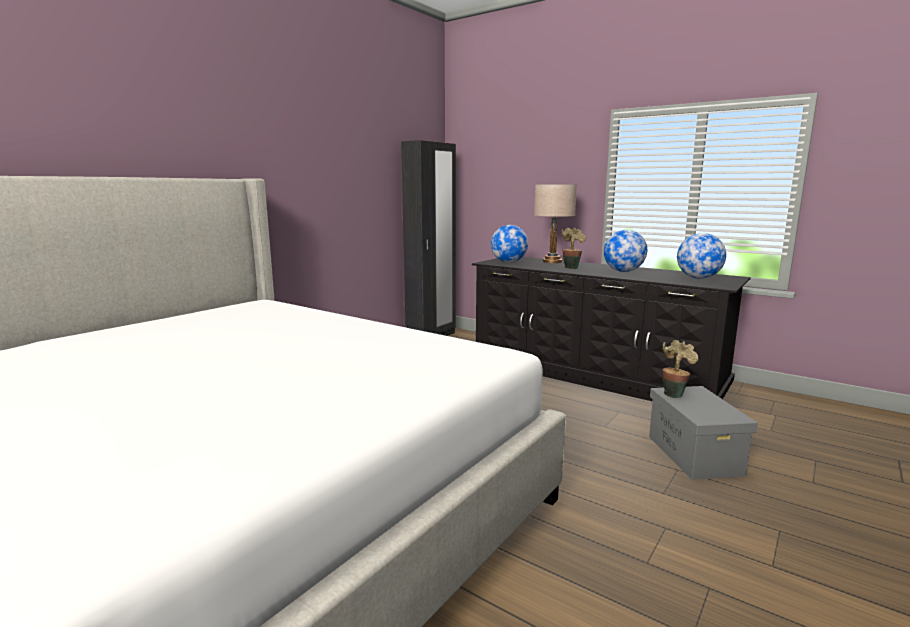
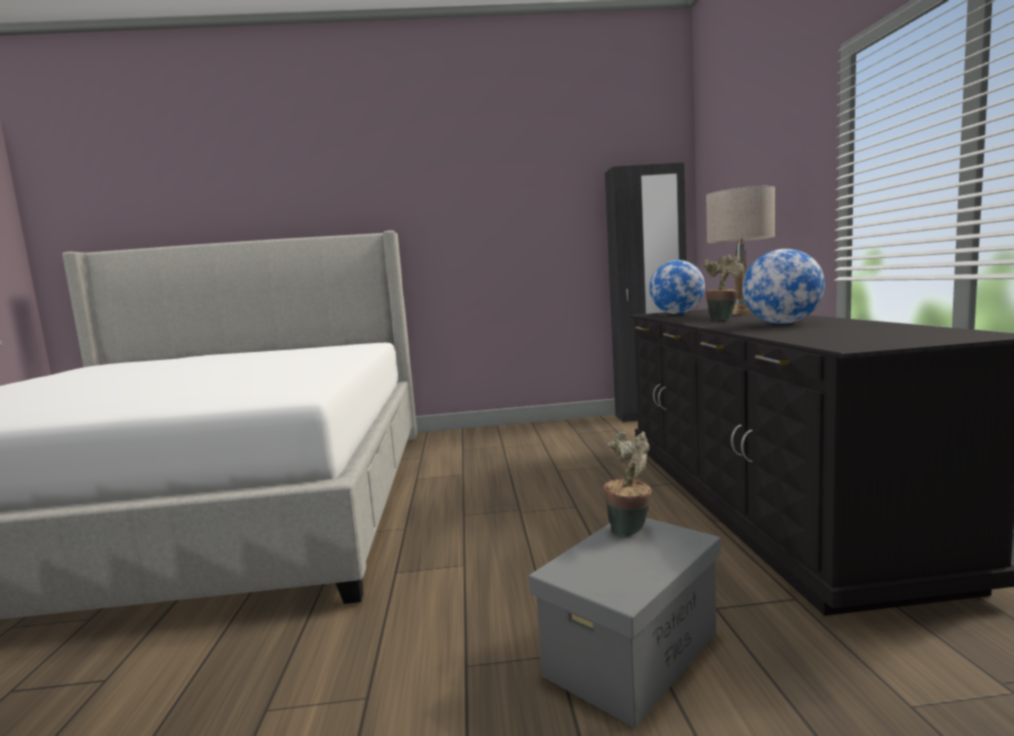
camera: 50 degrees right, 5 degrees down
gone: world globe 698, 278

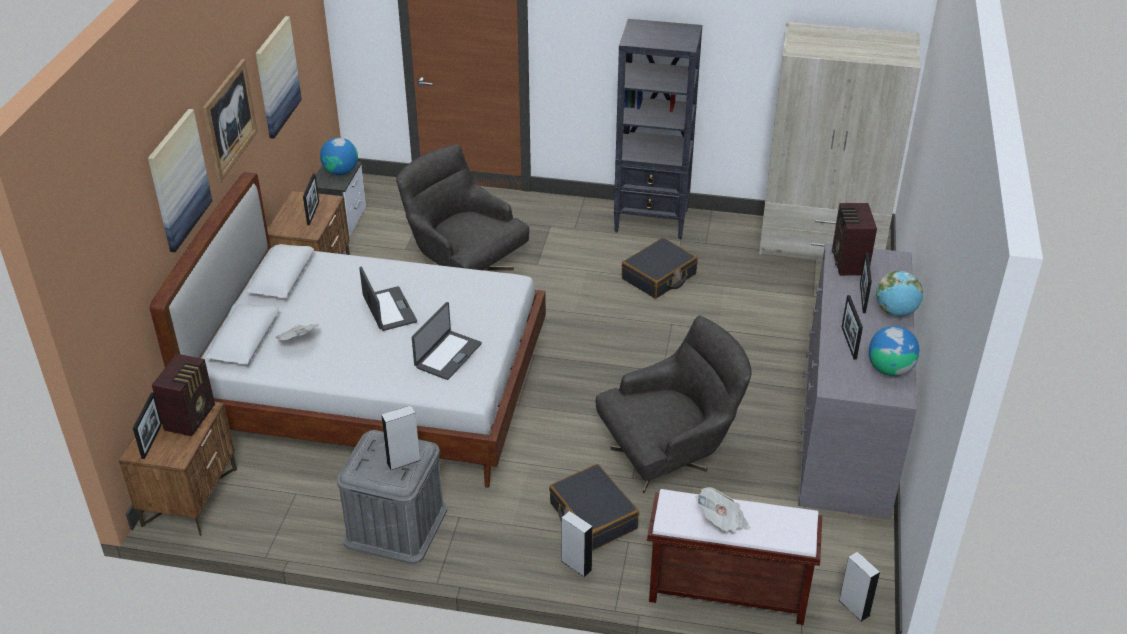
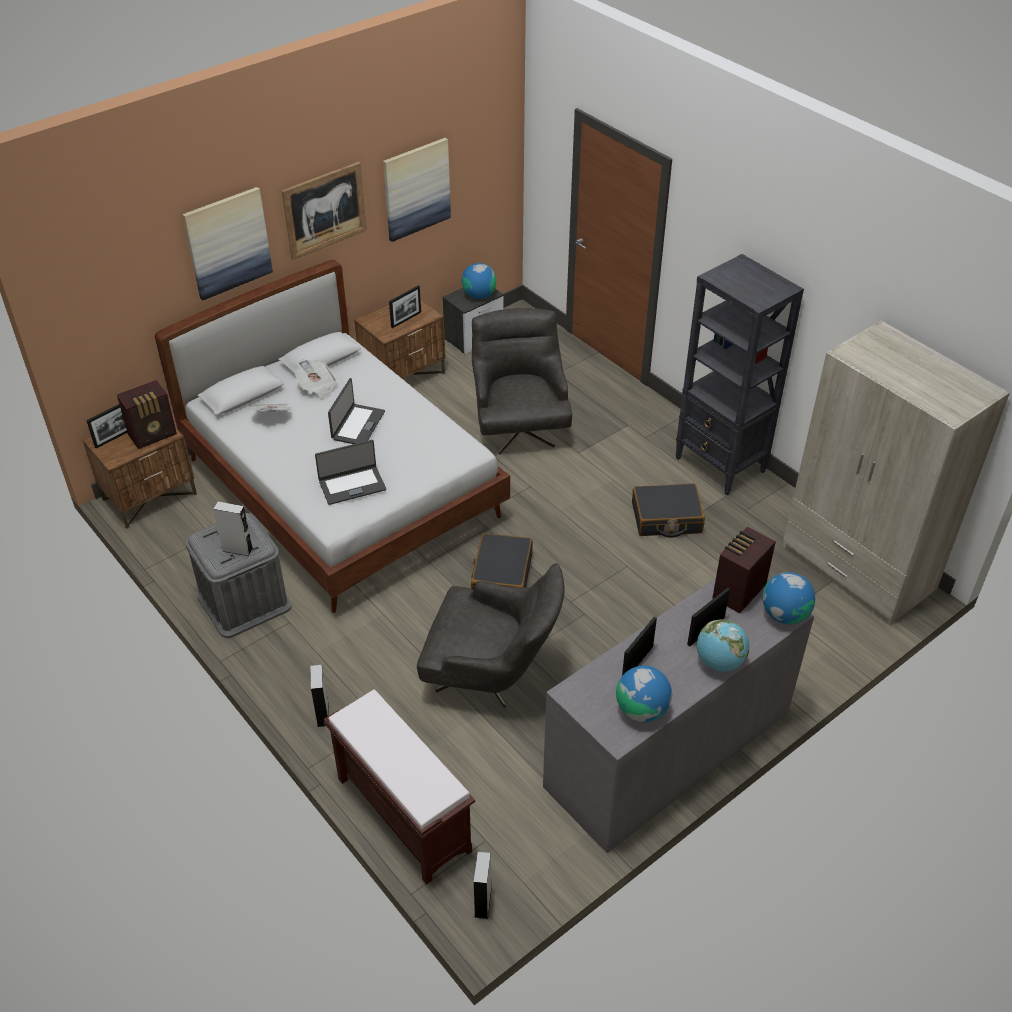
camera: 40 degrees right, 5 degrees up
new: world globe 784, 614
shifted: black suitcase 592, 516 to 501, 575; daily paper 722, 521 to 317, 388

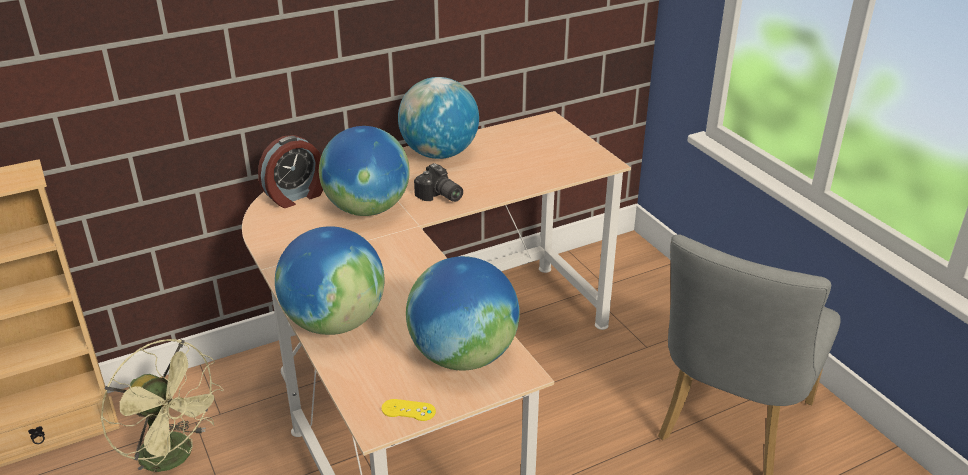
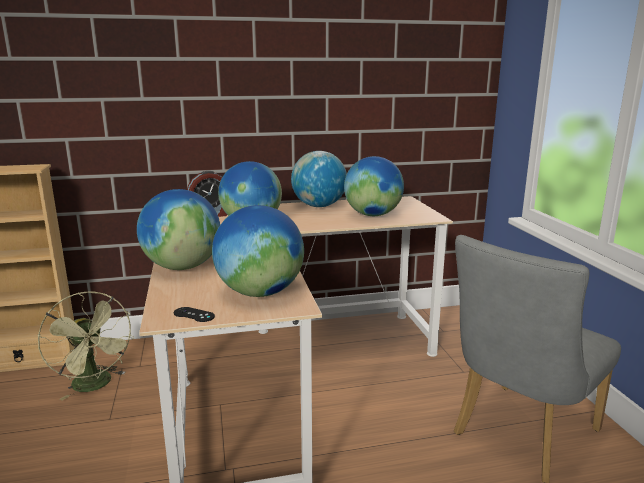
camera: 15 degrees right, 15 degrees down
gone: still camera 439, 196
new: world globe 372, 215
repainted: yellowish game controller 408, 410 to black game controller 194, 315

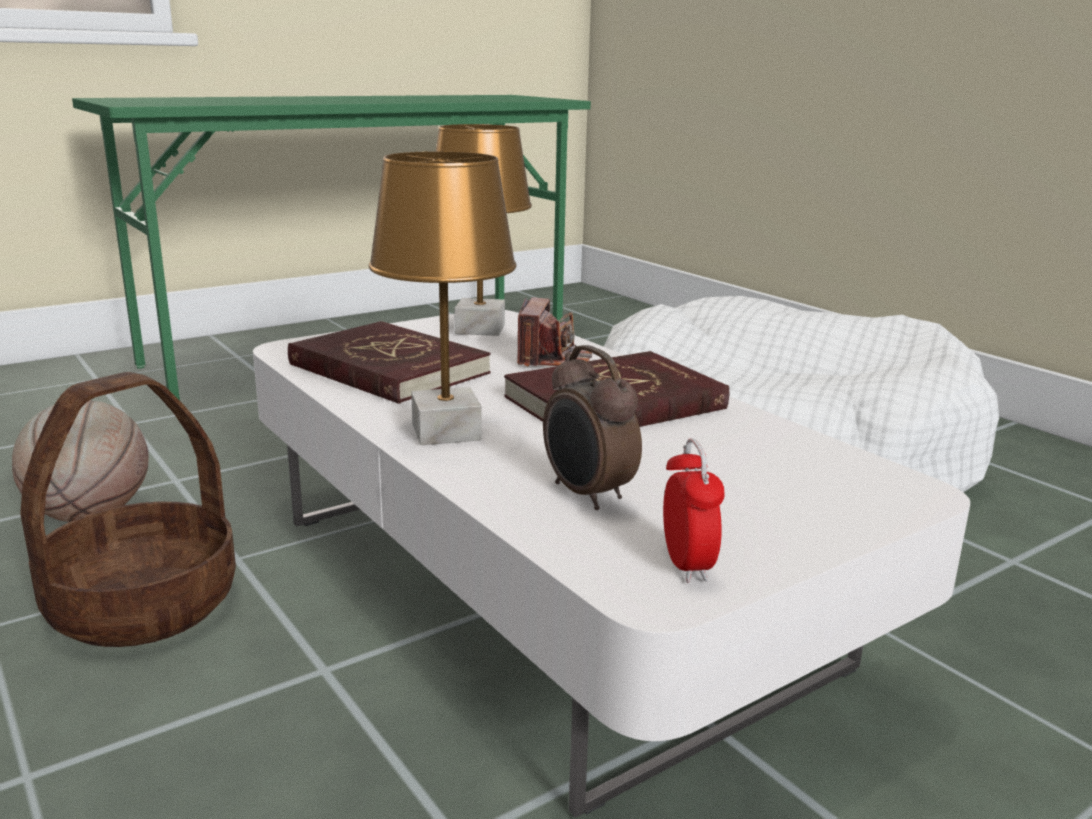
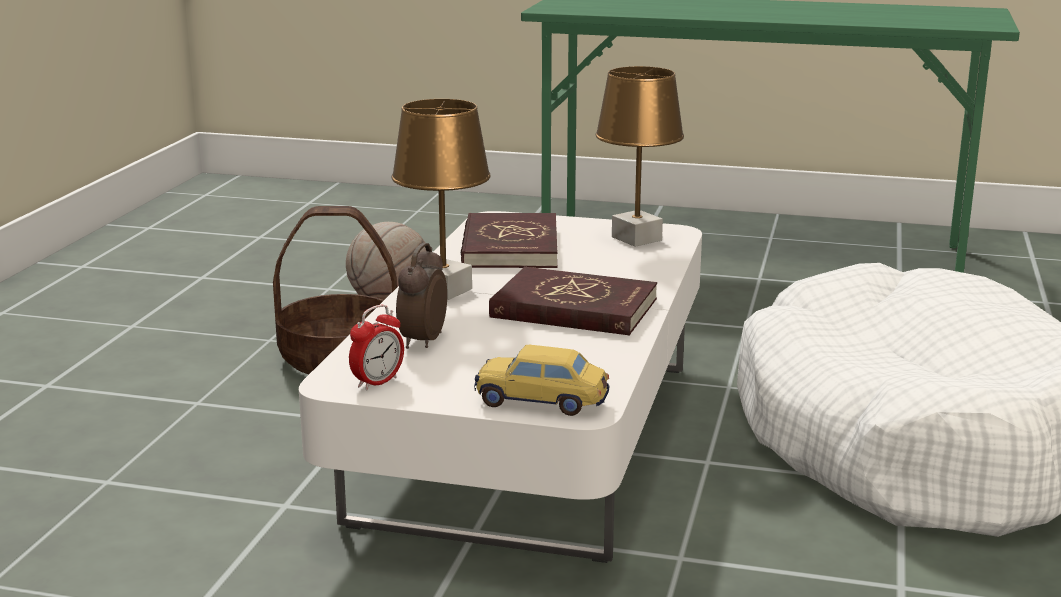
camera: 50 degrees right, 0 degrees up
gone: still camera 554, 359
new: miniature car 541, 402

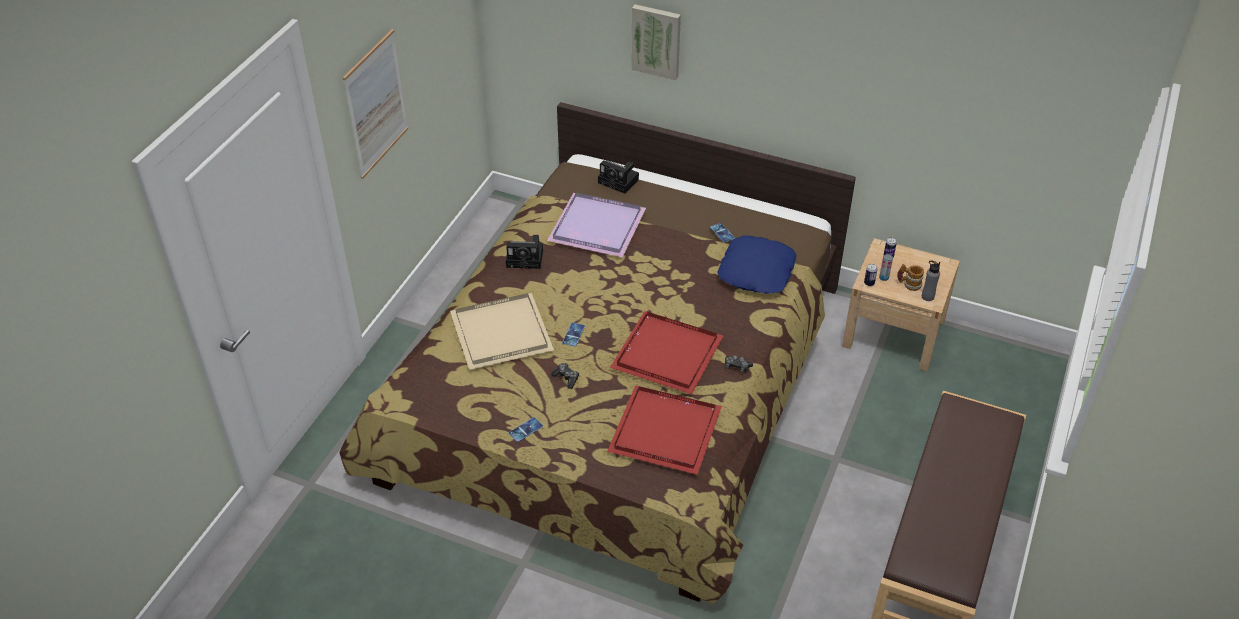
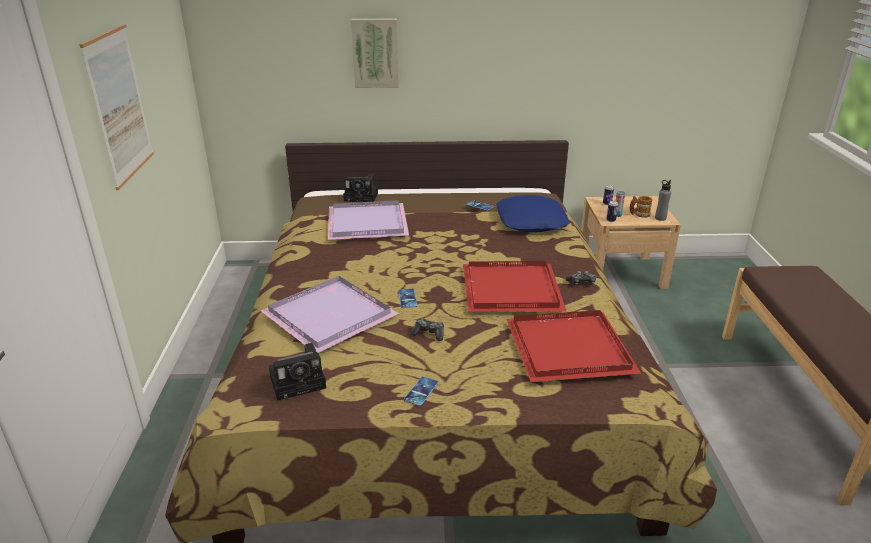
camera: 25 degrees left, 15 degrees down
shifted: still camera 526, 258 to 300, 381
repainted: beige-coloured carrying tray 503, 334 to purple-coloured carrying tray 332, 316

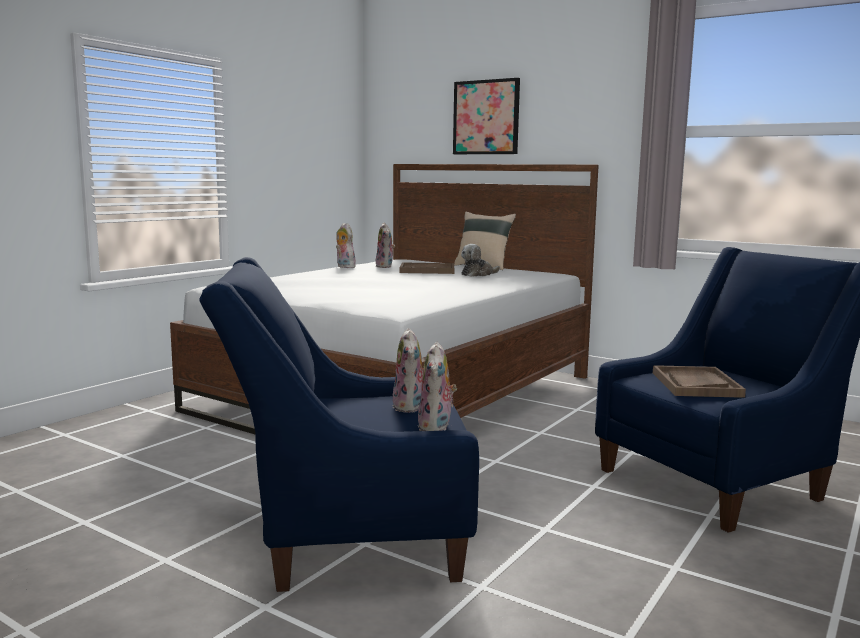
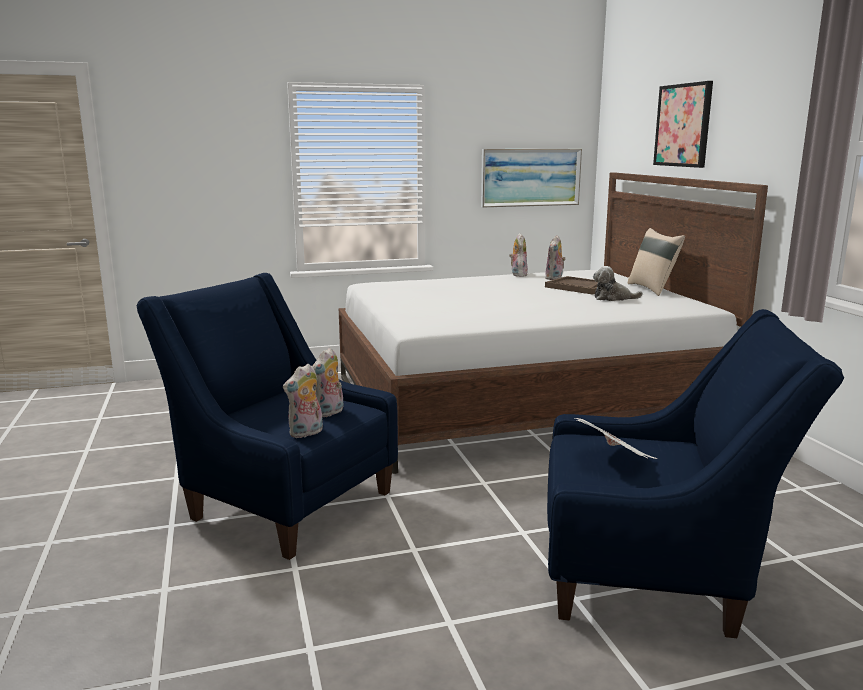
camera: 40 degrees right, 5 degrees up
new: wall art 530, 177
swapped: brown-coloured carrying tray 695, 384 to daily paper 614, 459

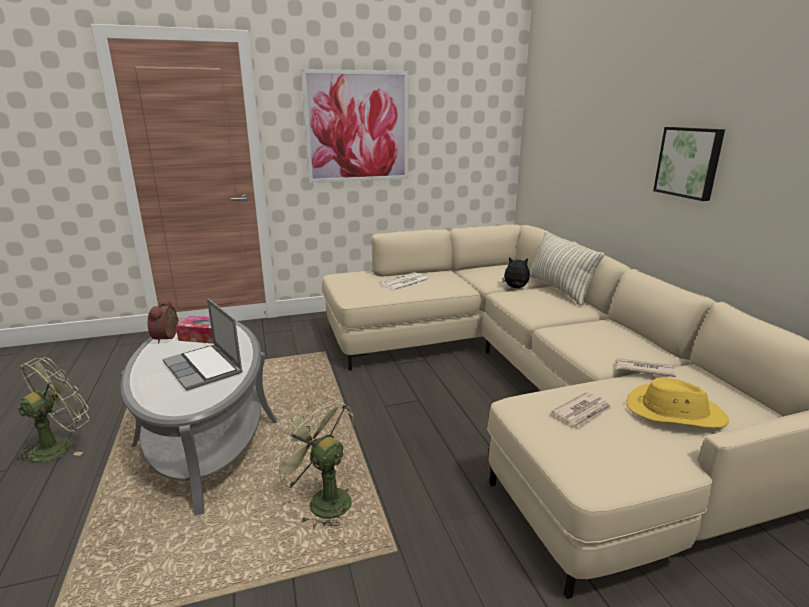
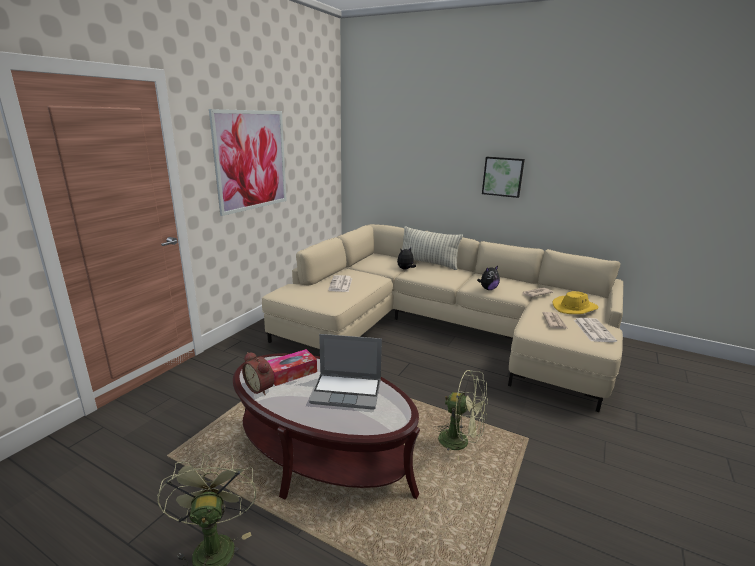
camera: 45 degrees left, 0 degrees up
new: cuddly toy 488, 289; daily paper 593, 330
repainted: gray low table 207, 433 to brown-coloured low table 322, 454
rotated: greenish cooling fan 322, 500 = 460, 441 150 degrees counterclockwise

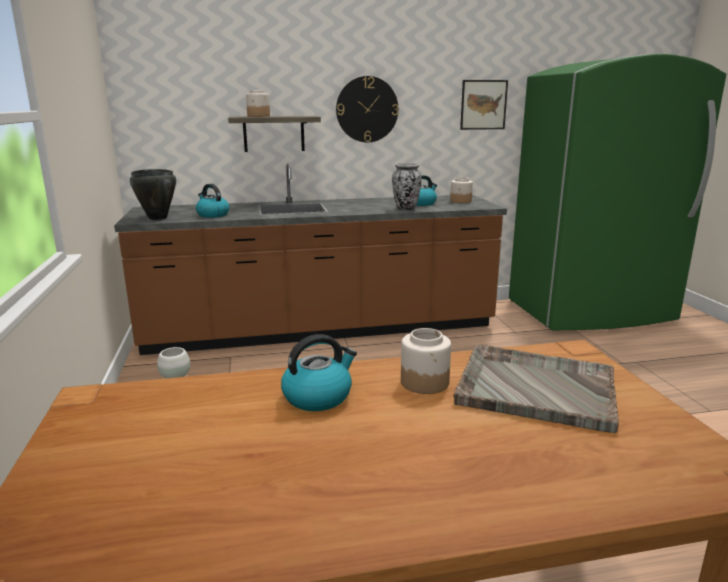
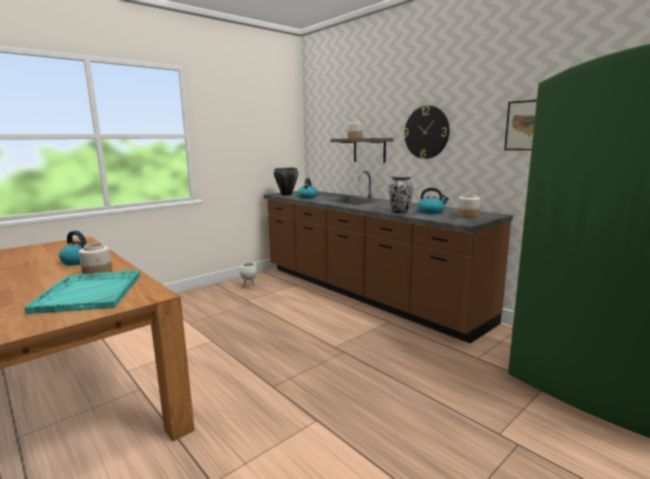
camera: 60 degrees right, 5 degrees down
repainted: gray carrying tray 534, 388 to turquoise carrying tray 90, 292

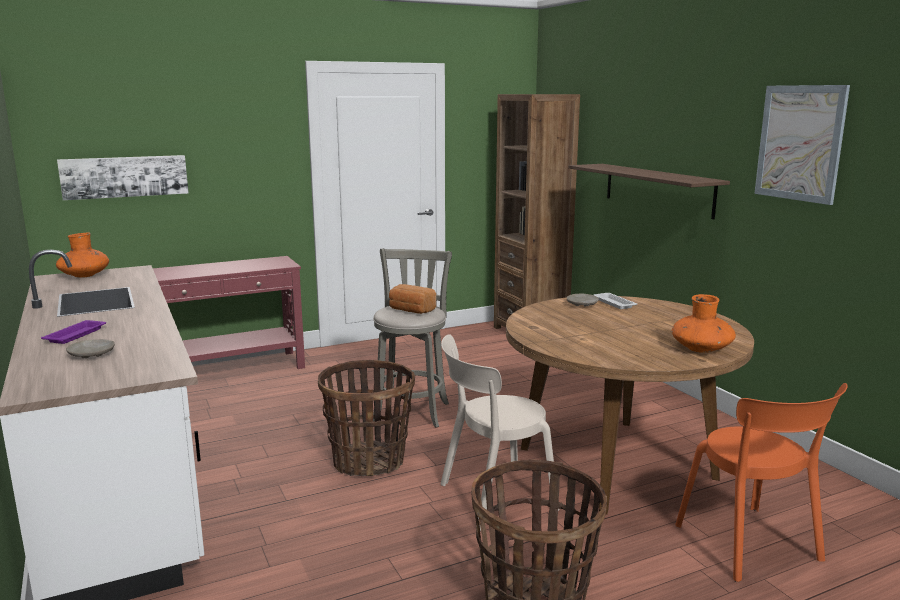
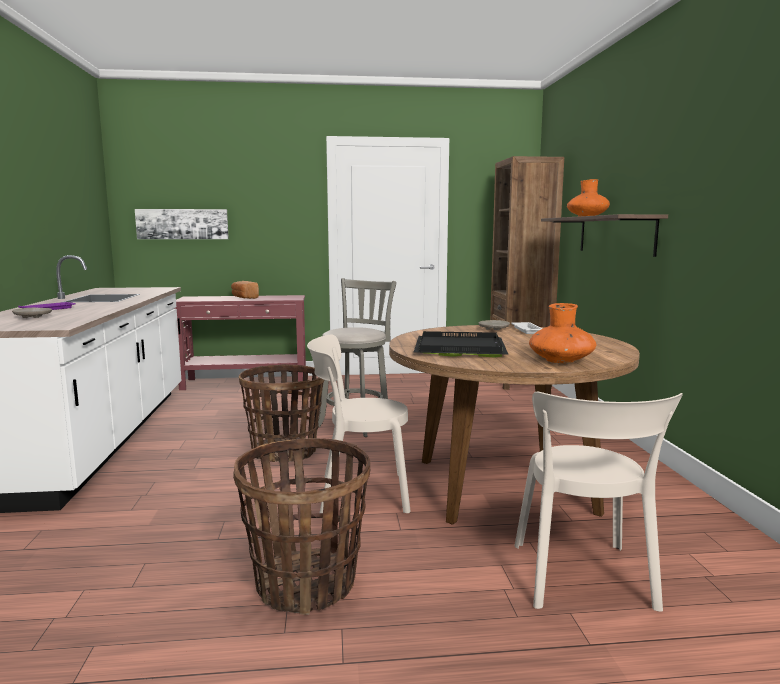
camera: 20 degrees right, 5 degrees down
gone: wall art 800, 143
new: black carrying tray 461, 349
shifted: orange-coloured decorative vase 84, 275 to 587, 217; bread 410, 310 to 244, 297
repainted: orange-coloured chair 751, 546 to beige-coloured chair 583, 580

